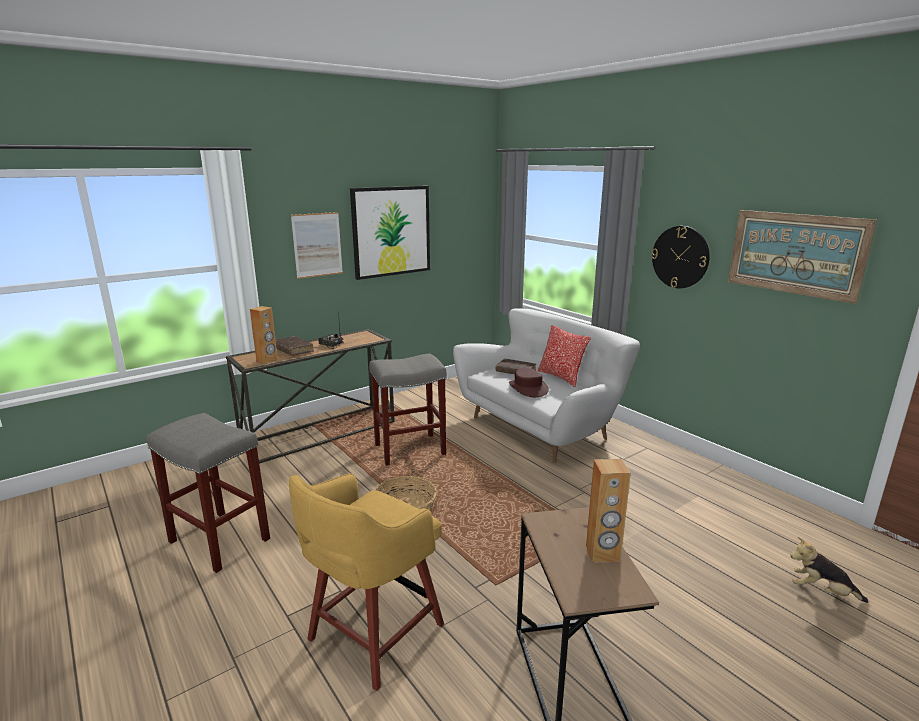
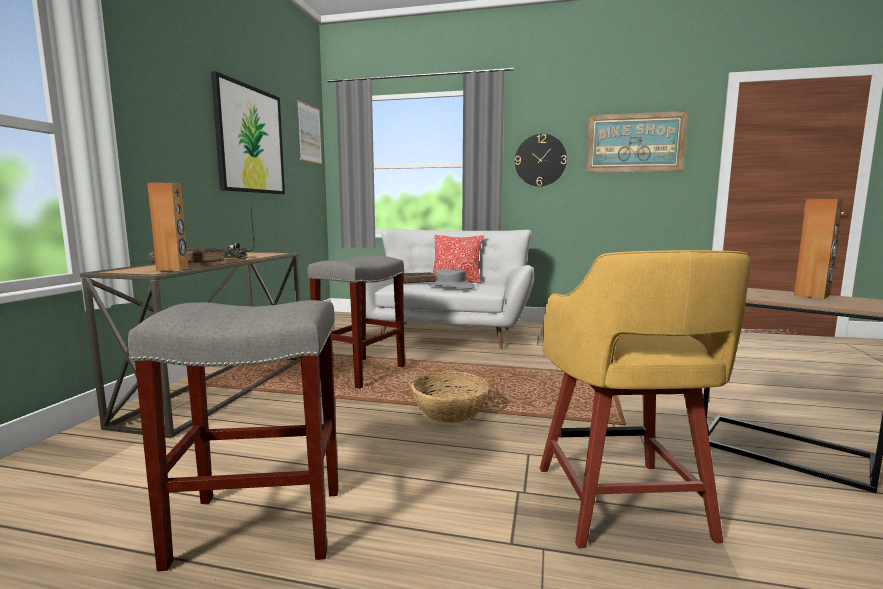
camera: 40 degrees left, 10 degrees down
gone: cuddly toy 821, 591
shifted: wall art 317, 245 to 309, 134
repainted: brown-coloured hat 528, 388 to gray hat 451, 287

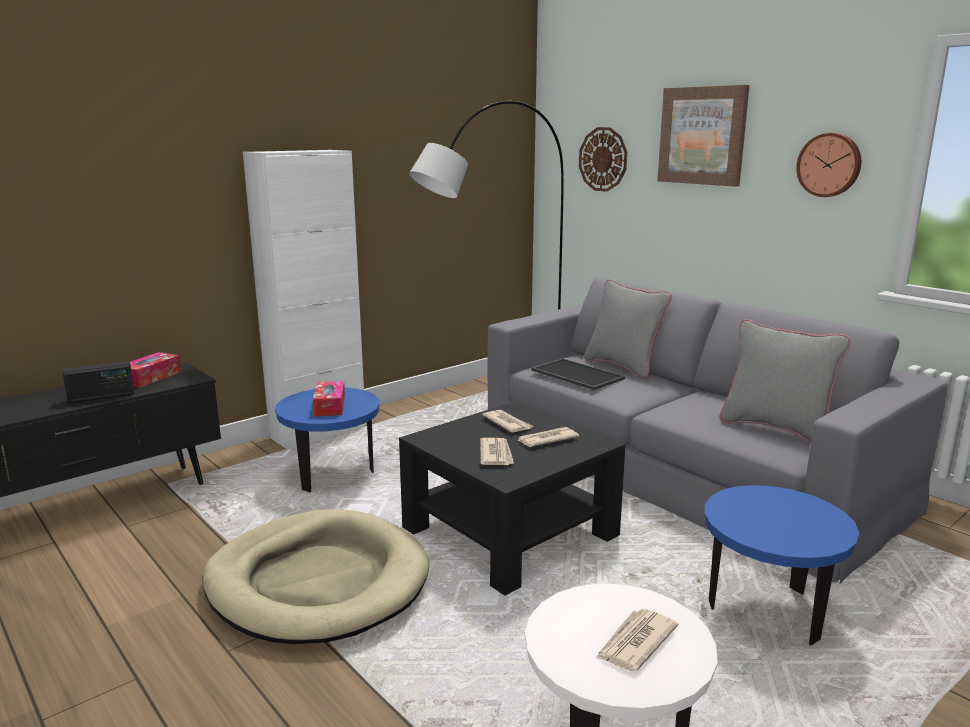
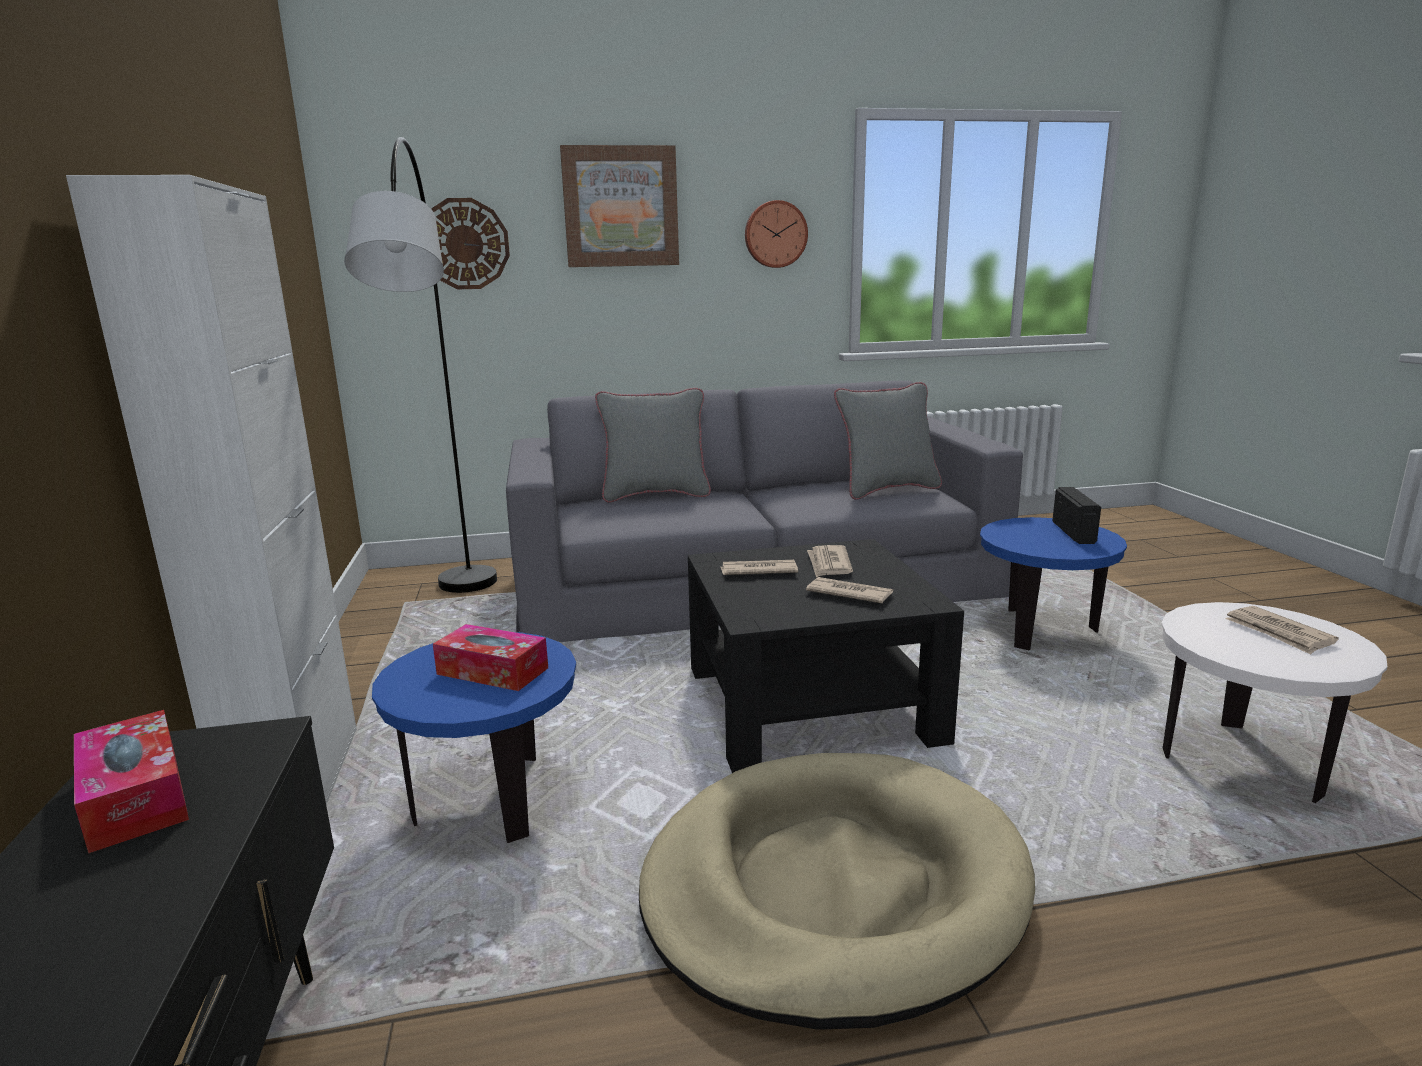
camera: 60 degrees left, 0 degrees up
gone: carrying tray 575, 374
shifted: radio 101, 397 to 1074, 532

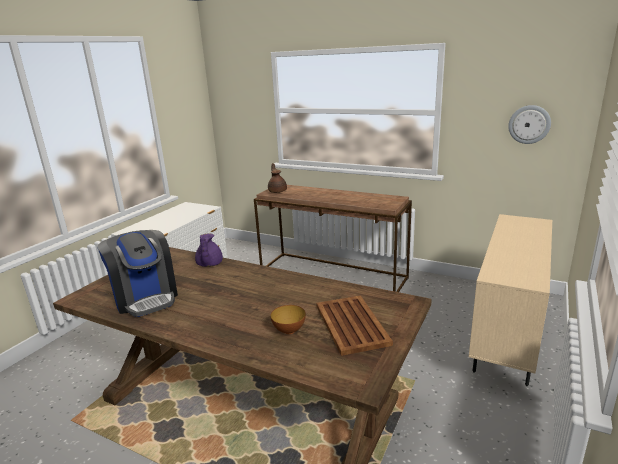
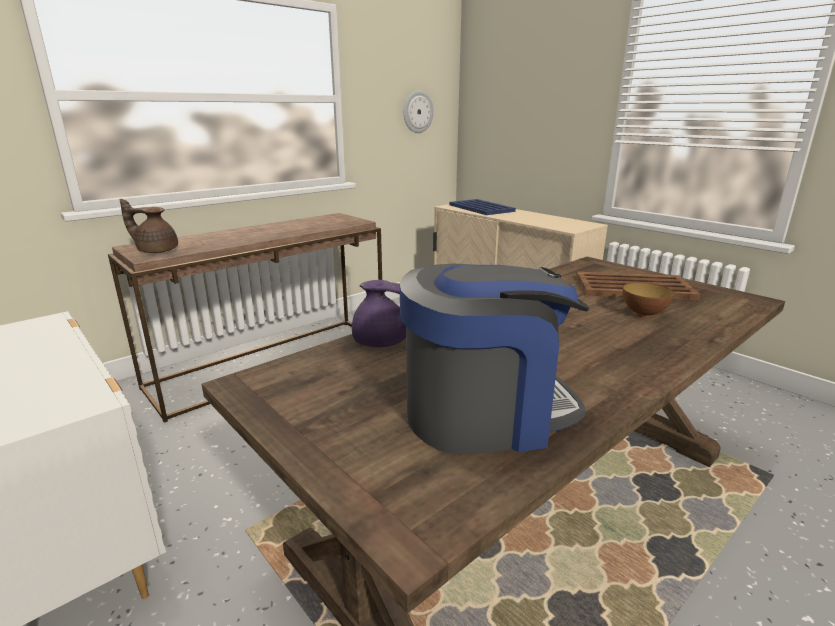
camera: 70 degrees left, 0 degrees up
new: blue-coloured carrying tray 481, 208

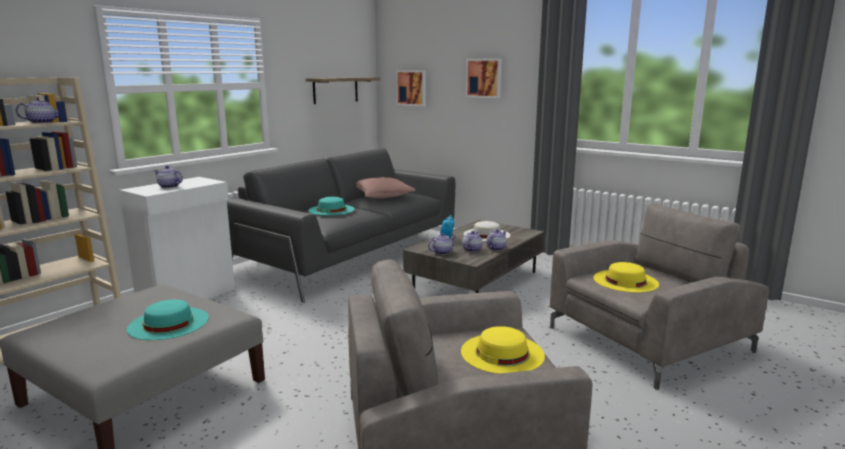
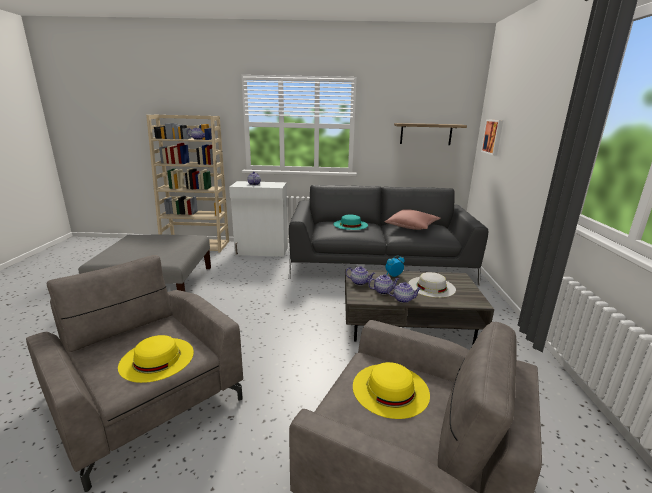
camera: 55 degrees right, 5 degrees up
gone: wall art 484, 78; turquoise hat 168, 323

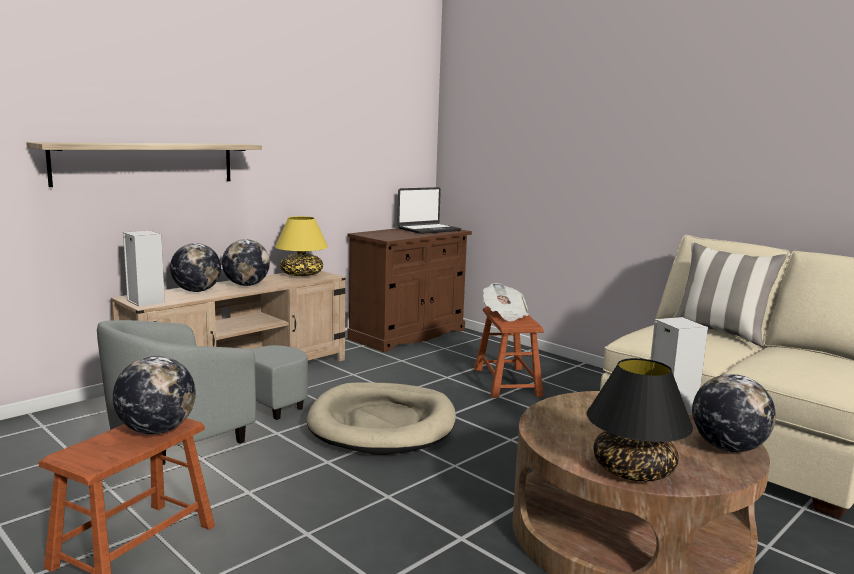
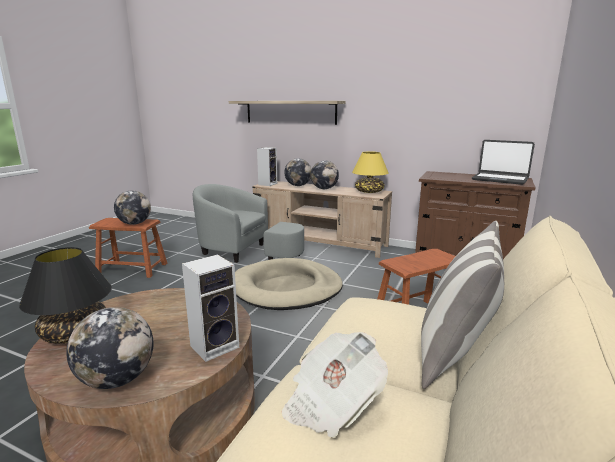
camera: 70 degrees right, 5 degrees up
shifted: daily paper 504, 315 to 331, 403

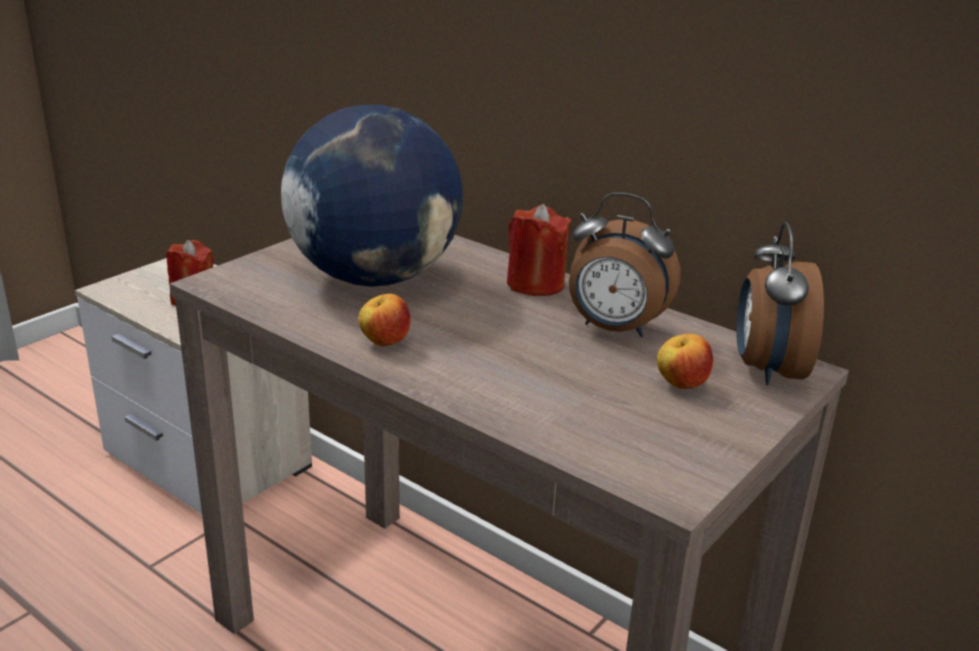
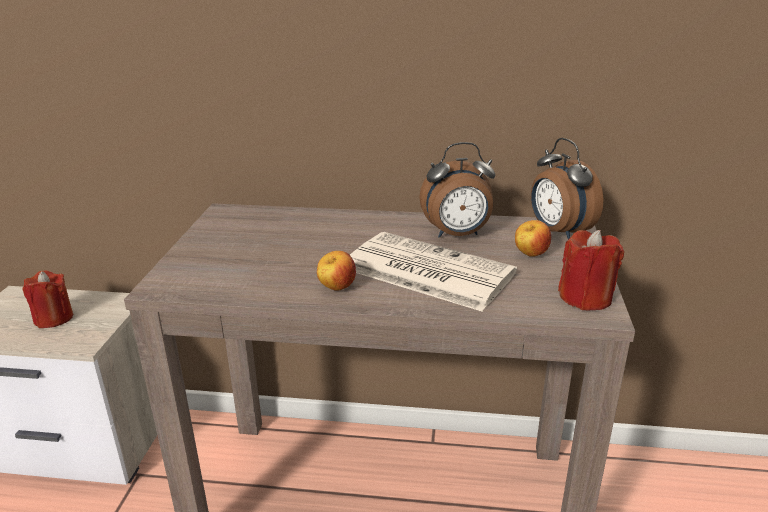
camera: 30 degrees left, 0 degrees up
gone: world globe 374, 277
new: daily paper 425, 271
shifted: red-coloured wax light 535, 284 to 585, 297

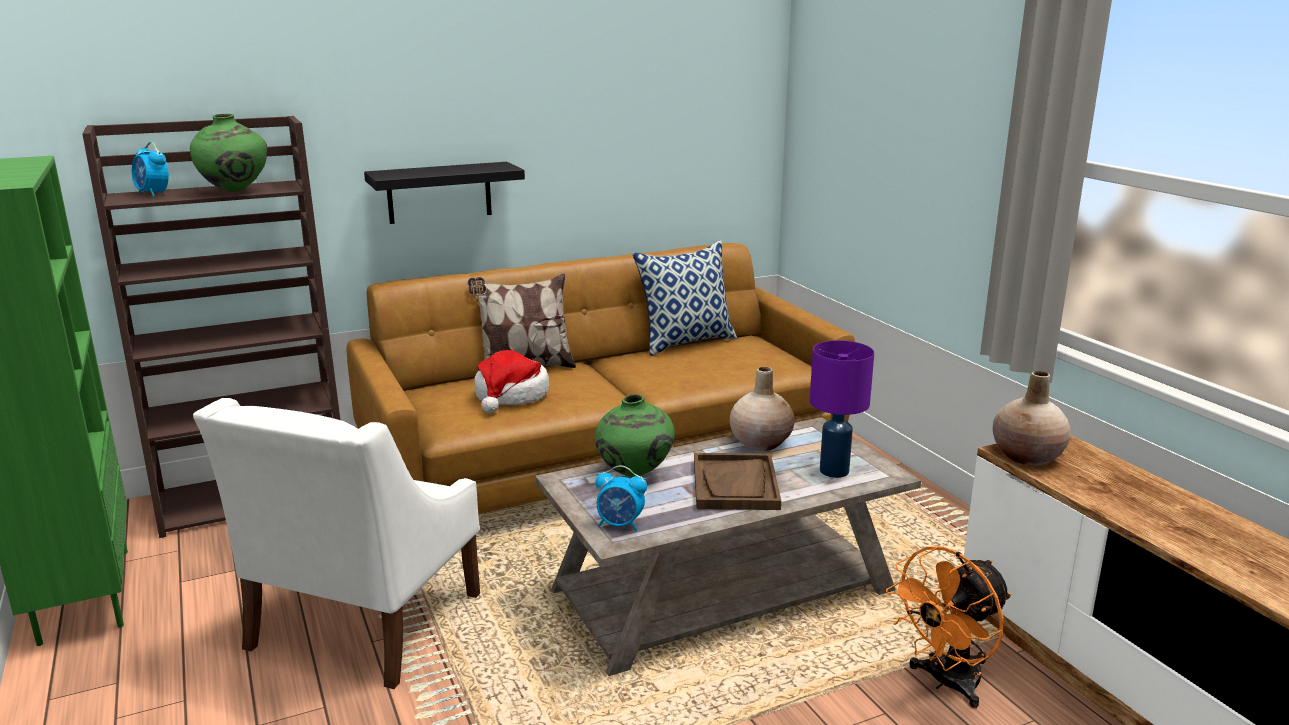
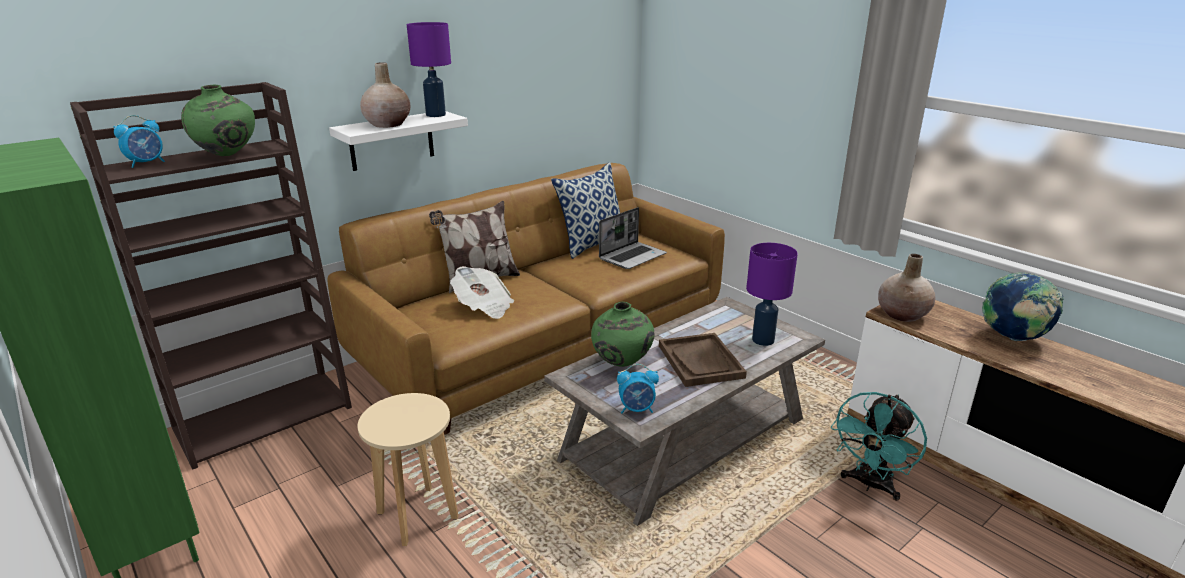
camera: 15 degrees left, 5 degrees up
new: purple-coloured tabletop lamp 436, 115; portable computer 632, 256; world globe 1013, 338
shifted: beige-coloured decorative vase 761, 442 to 388, 124
swapped: hat 511, 396 to daily paper 484, 307; whitish lounge chair 363, 622 to beige-coloured sitting stool 417, 516
repainted: black wall shelf 439, 192 to whitish wall shelf 391, 140; orange-coloured cooling fan 946, 683 to turquoise cooling fan 870, 485
rotated: bedside clock 153, 194 = 147, 163 75 degrees counterclockwise

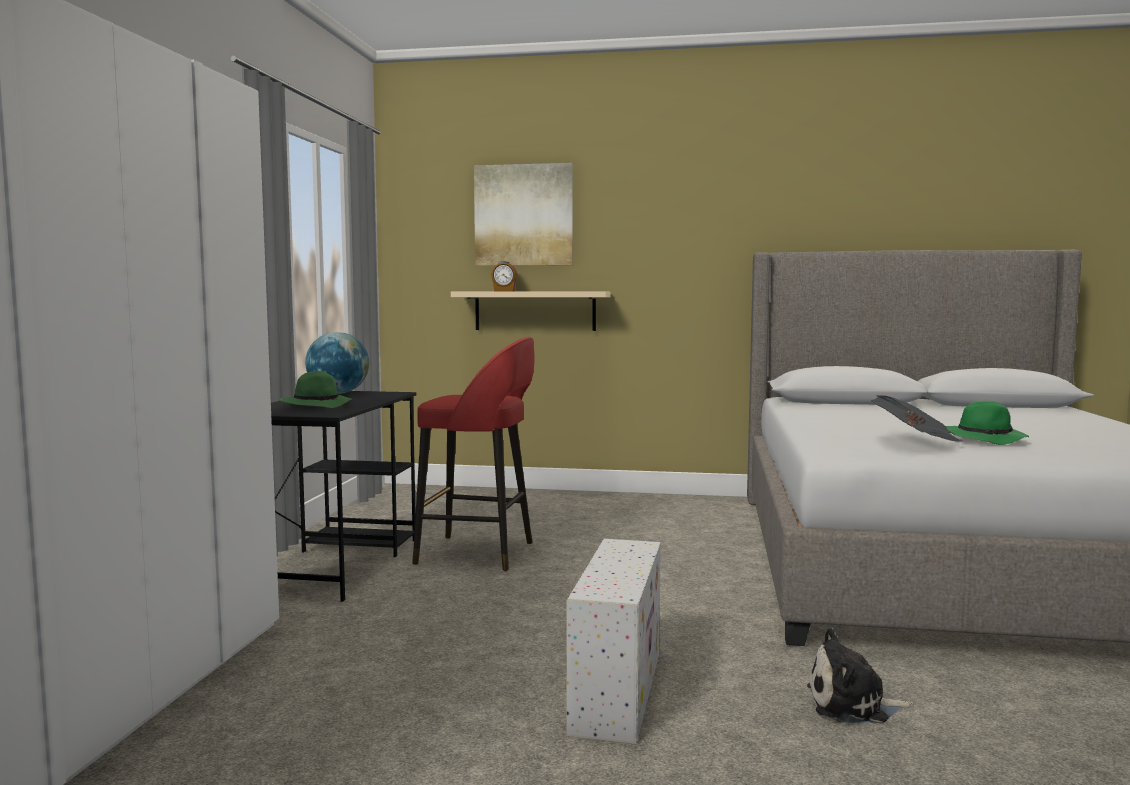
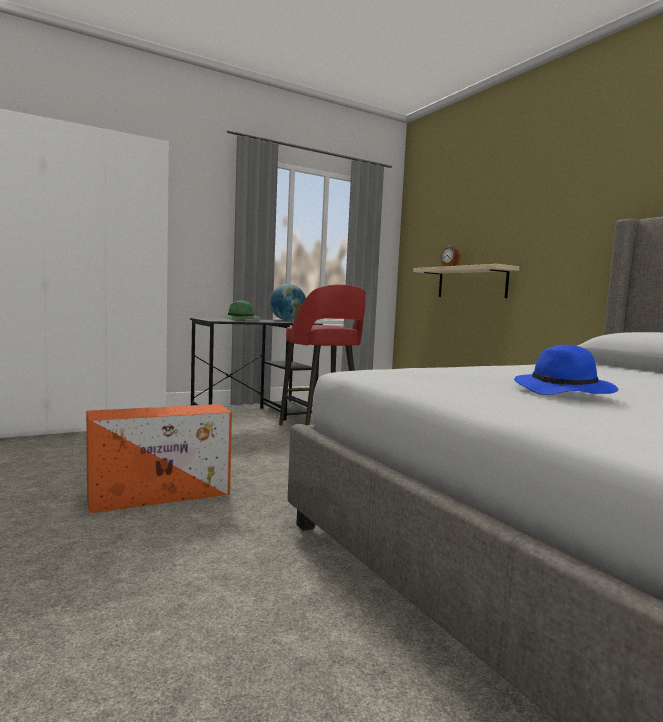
camera: 50 degrees right, 0 degrees up
gone: wall art 524, 215; daily paper 916, 442; cuddly toy 853, 705
repainted: greenish hat 985, 438 to blue-coloured hat 564, 391; whitish storage box 617, 688 to orange-coloured storage box 162, 495

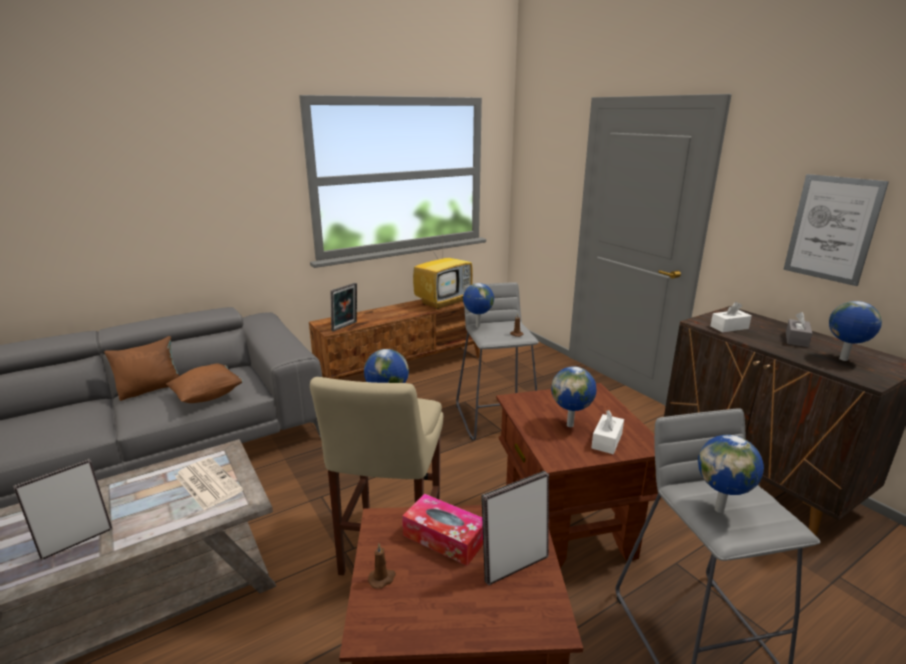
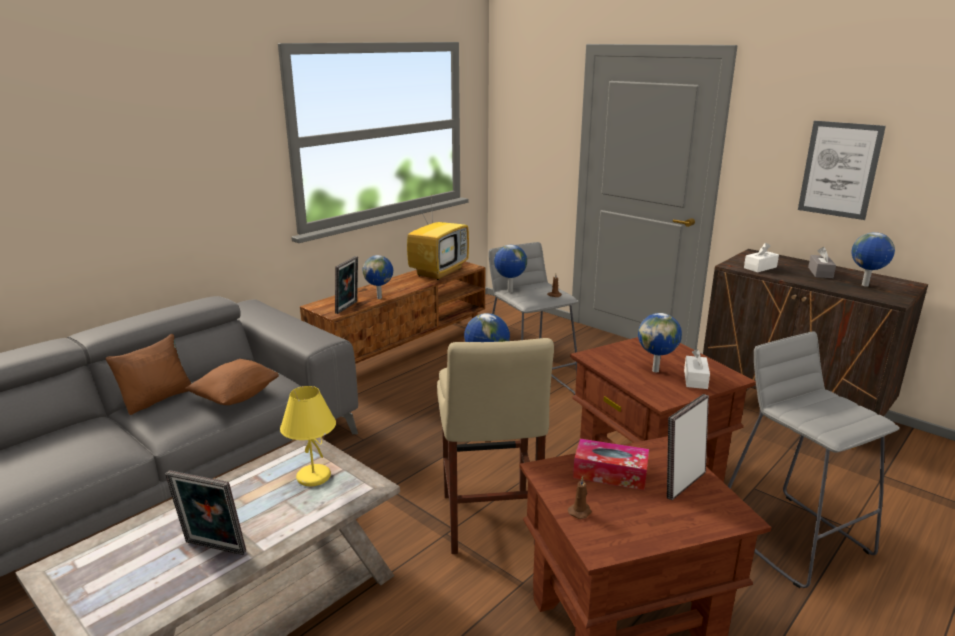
camera: 15 degrees left, 0 degrees up
shifted: world globe 720, 509 to 380, 298
swapped: daily paper 207, 483 to yellowish tabletop lamp 313, 477
rotated: picture frame 76, 541 = 213, 549 105 degrees counterclockwise

